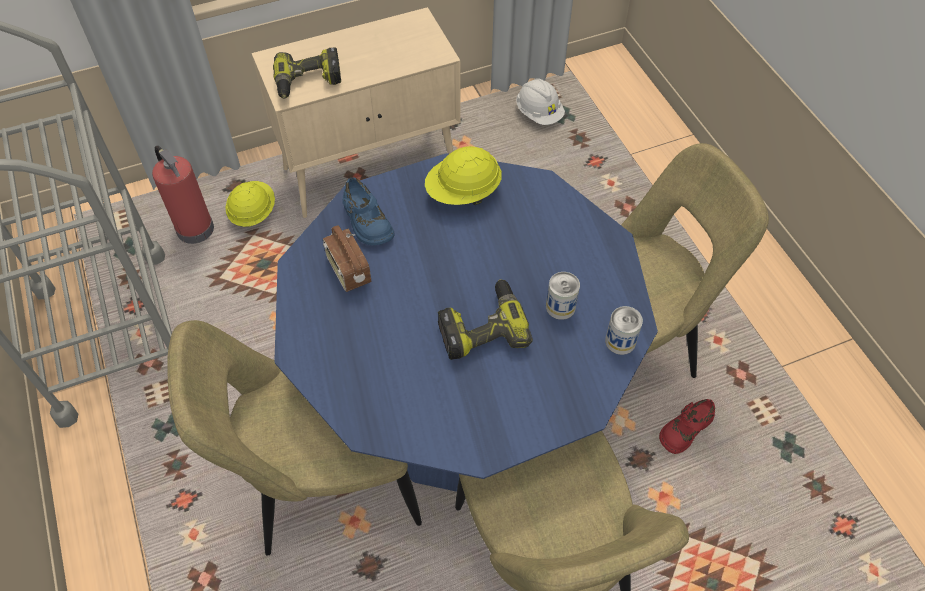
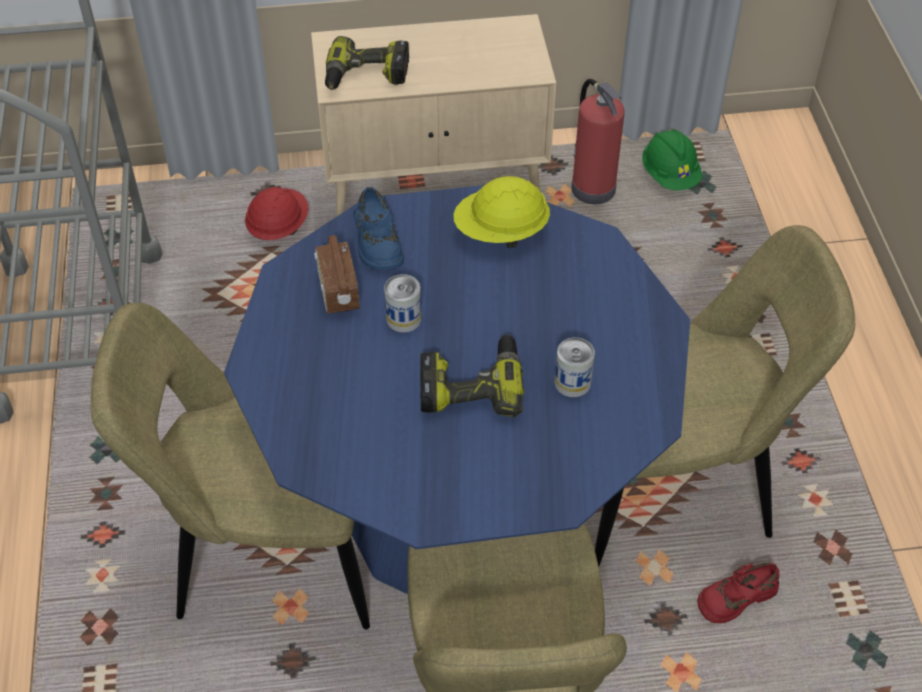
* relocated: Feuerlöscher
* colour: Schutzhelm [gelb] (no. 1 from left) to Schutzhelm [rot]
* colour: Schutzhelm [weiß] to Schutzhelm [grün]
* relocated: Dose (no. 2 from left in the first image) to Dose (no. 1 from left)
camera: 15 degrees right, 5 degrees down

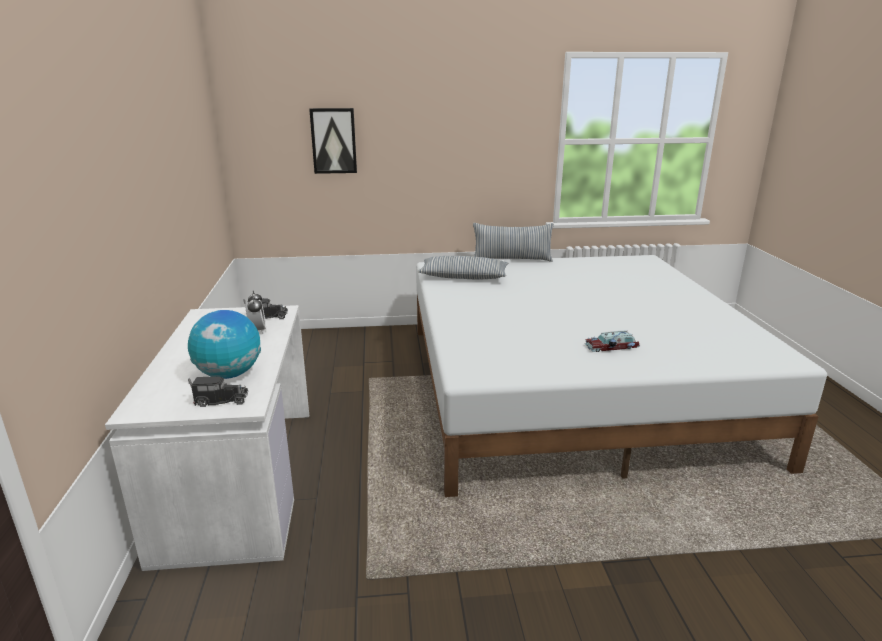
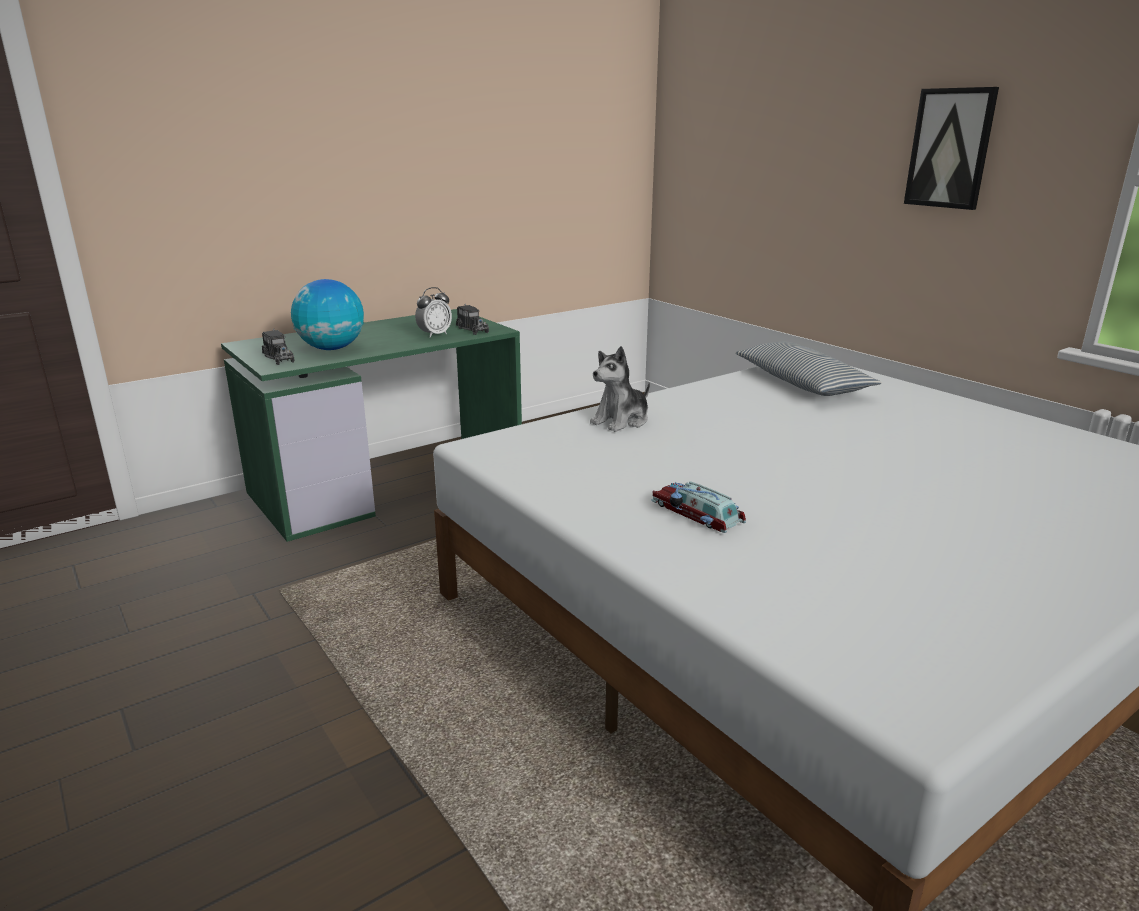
* colour: Schreibtisch [weiß] to Schreibtisch [grün]
* relocated: Bild
* missing: Kissen (no. 2 from left)
* appeared: Plüschtier
camera: 60 degrees right, 0 degrees up

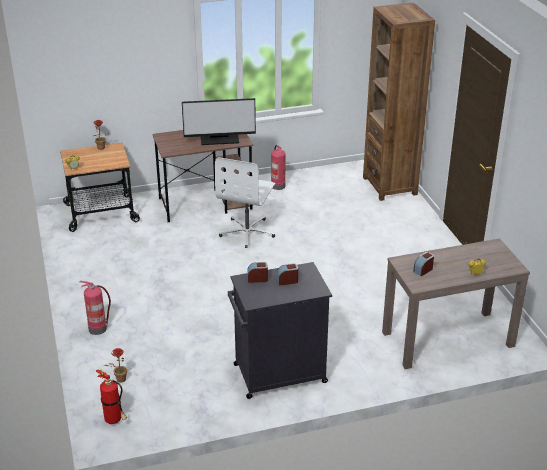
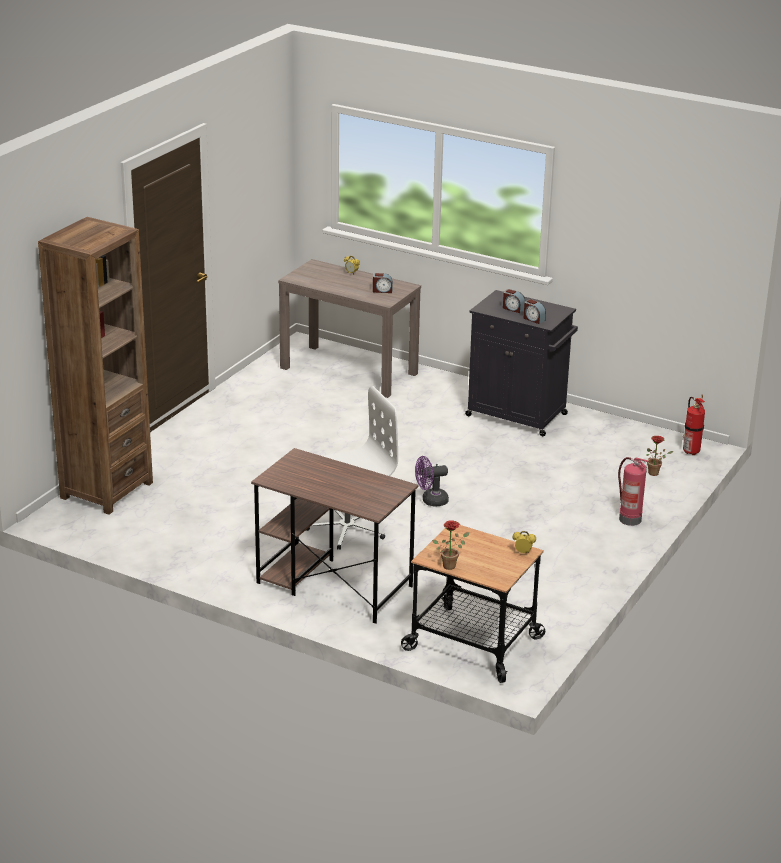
* missing: Monitor
* missing: Feuerlöscher (no. 3 from left)
* appeared: Ventilator [lila]
camera: 135 degrees left, 5 degrees down

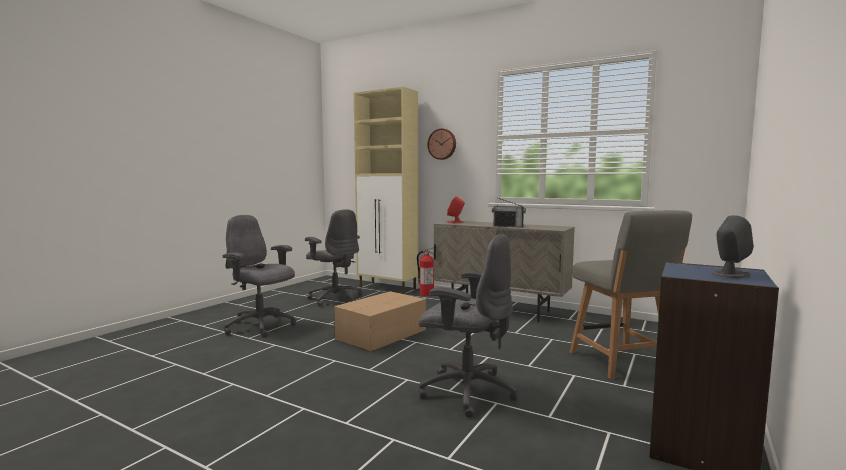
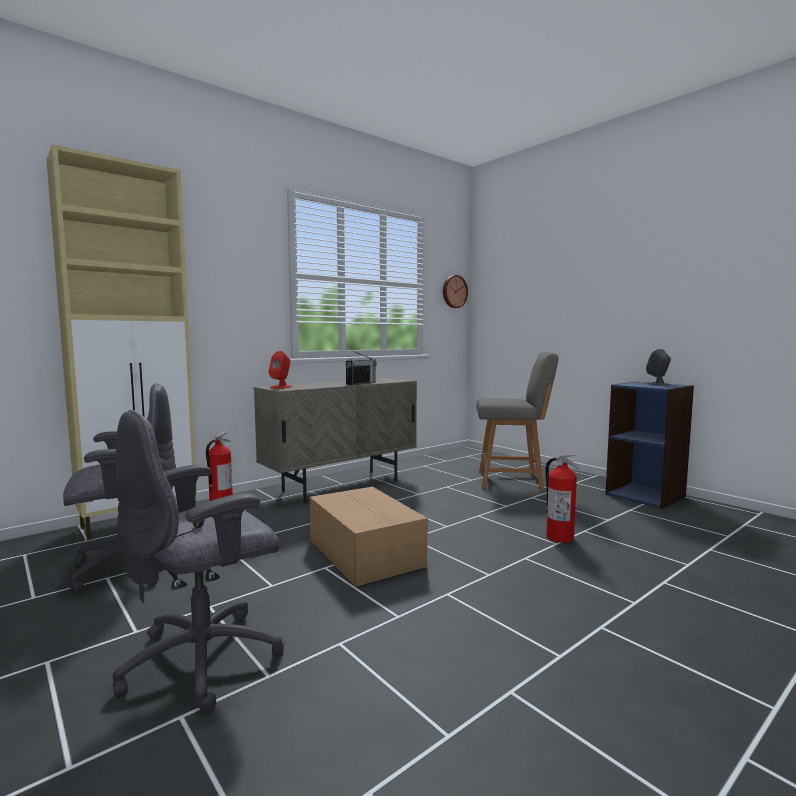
* exchanged: Bürostuhl [grau] (no. 3 from left) to Feuerlöscher (no. 2 from left)
* relocated: Wanduhr
camera: 70 degrees left, 0 degrees up

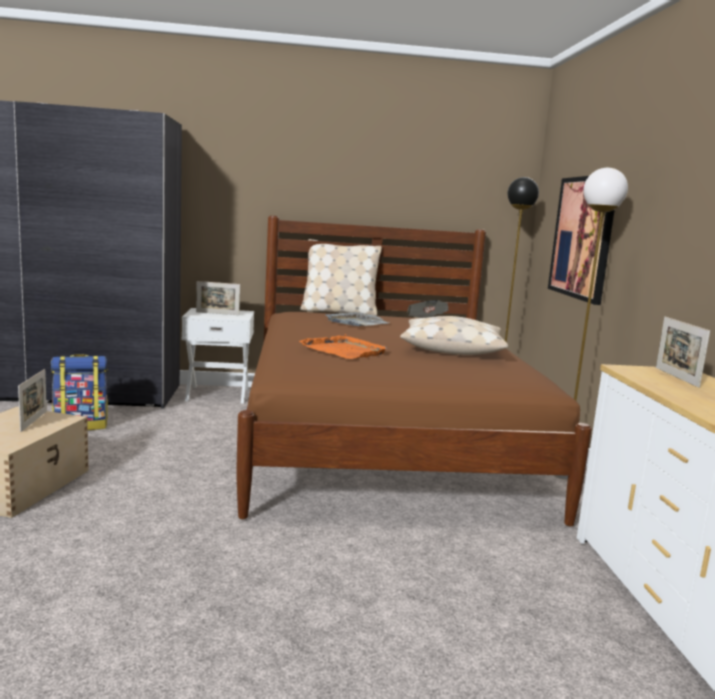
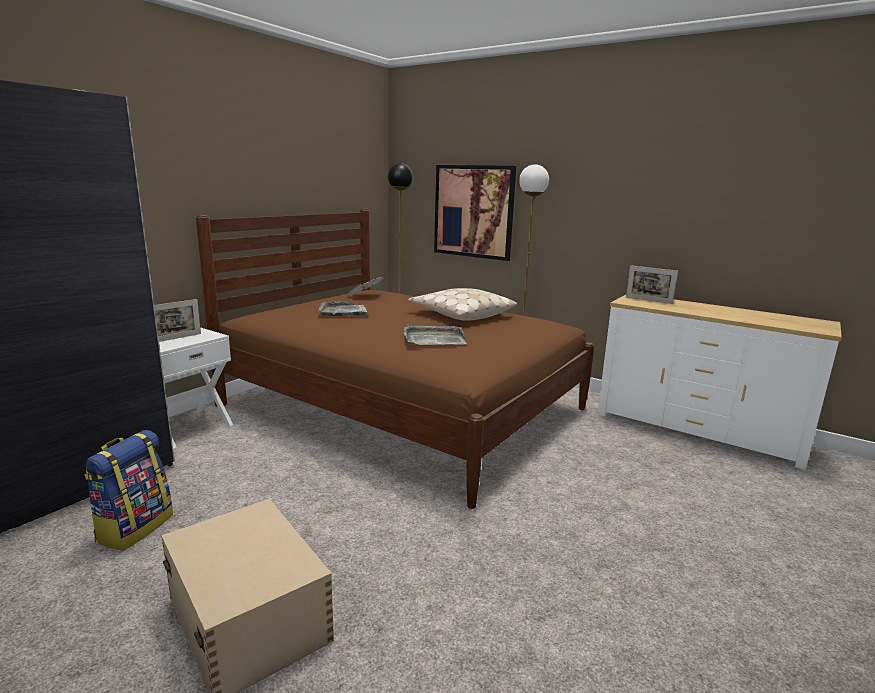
* missing: Bilderrahmen (no. 1 from left)
* colour: Tablett [orange] to Tablett [grau] (no. 2 from left)
* missing: Kissen [beige] (no. 1 from left)
camera: 50 degrees left, 5 degrees up

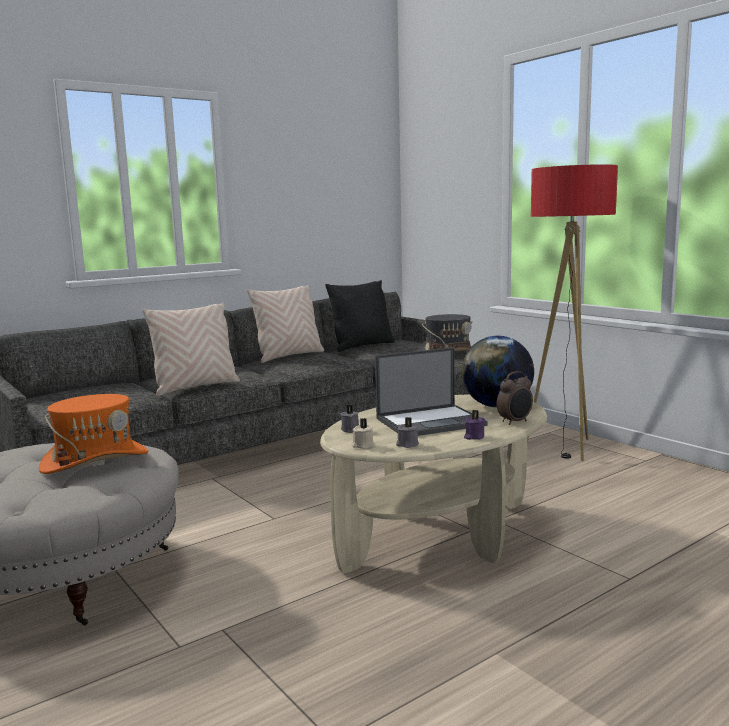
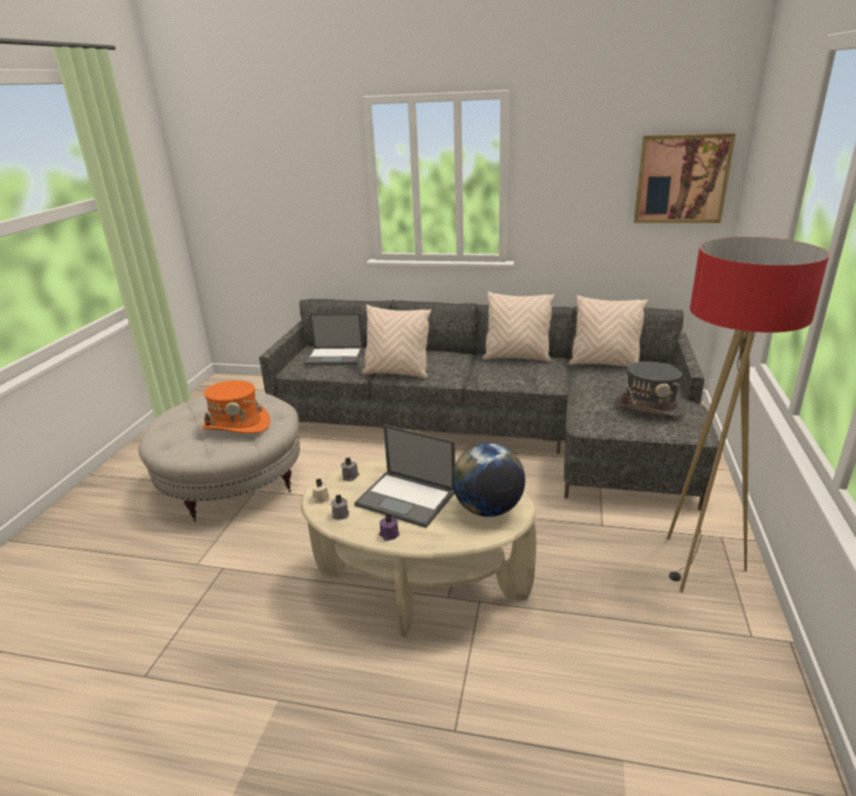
* colour: Kissen [schwarz] to Kissen [beige] (no. 3 from left)
* missing: Wecker
* appeared: Laptop (no. 1 from left)
* appeared: Bild
camera: 50 degrees right, 15 degrees up

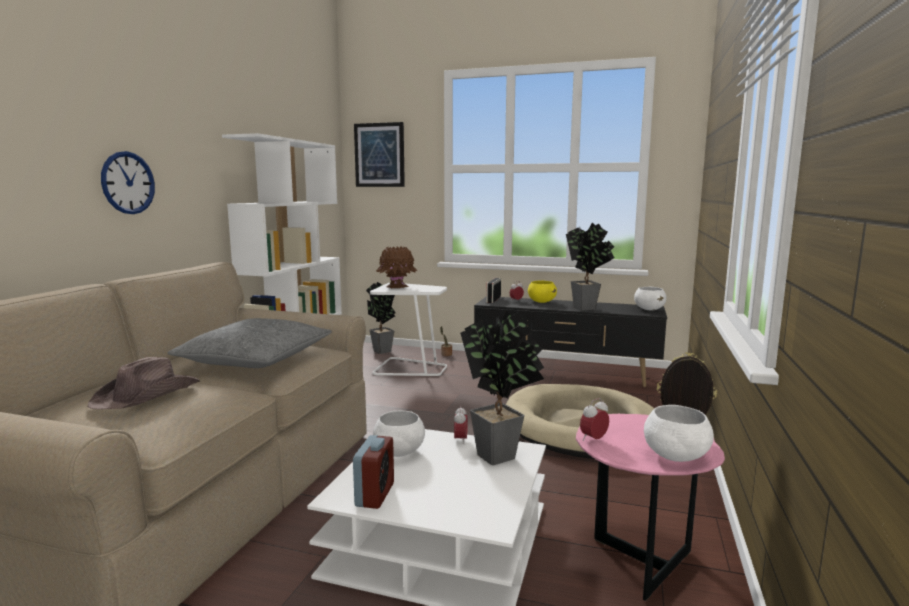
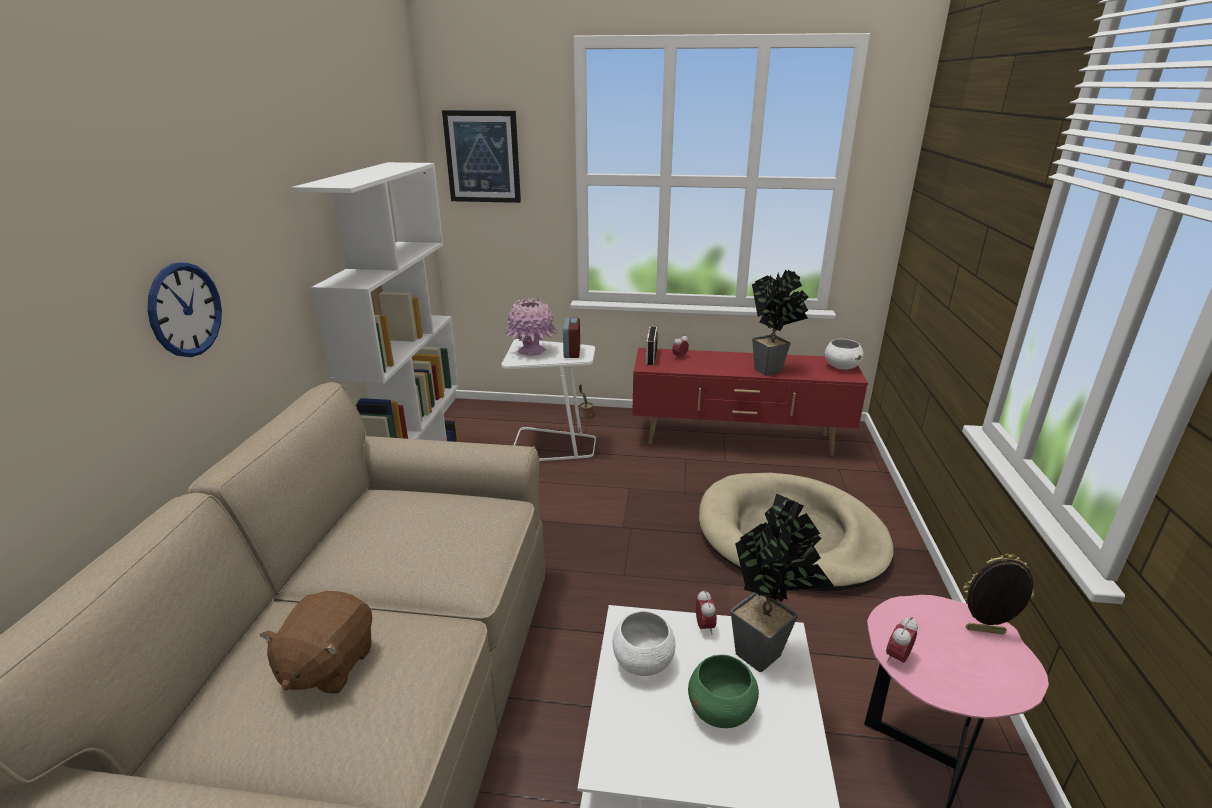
* exchanged: Hut [braun] to Plüschtier [braun]
* missing: Kissen [grau]
* relocated: Wecker (no. 1 from left)
* missing: Topfpflanze (no. 1 from left)
* colour: Vase [braun] to Vase [rosa]
* colour: Fernsehschrank [schwarz] to Fernsehschrank [rot]
* missing: Schüssel [gelb]
* missing: Schüssel [weiß] (no. 3 from left)
* appeared: Schüssel [grün]
camera: 10 degrees left, 15 degrees up

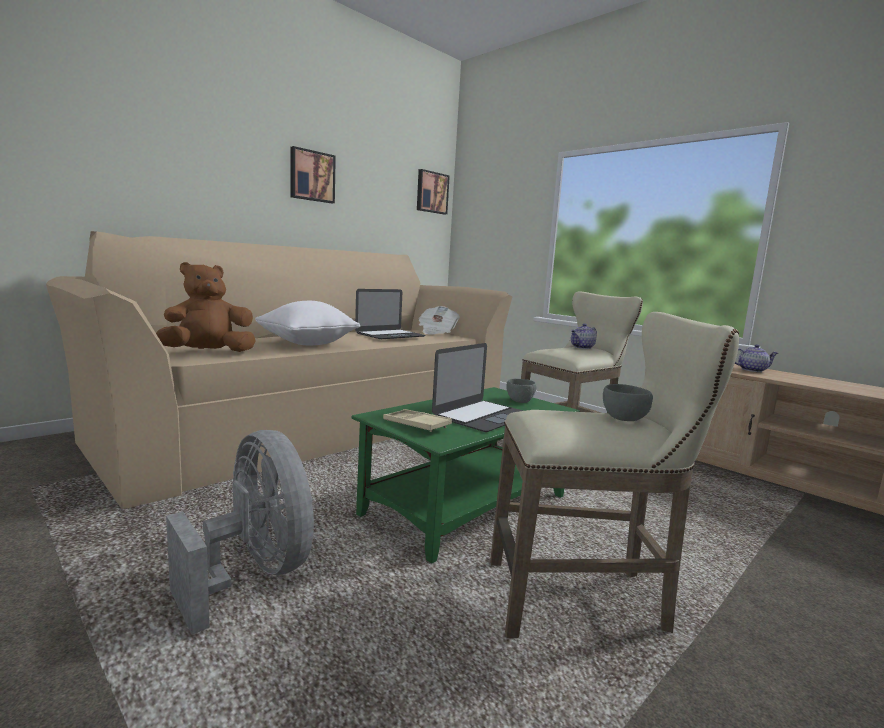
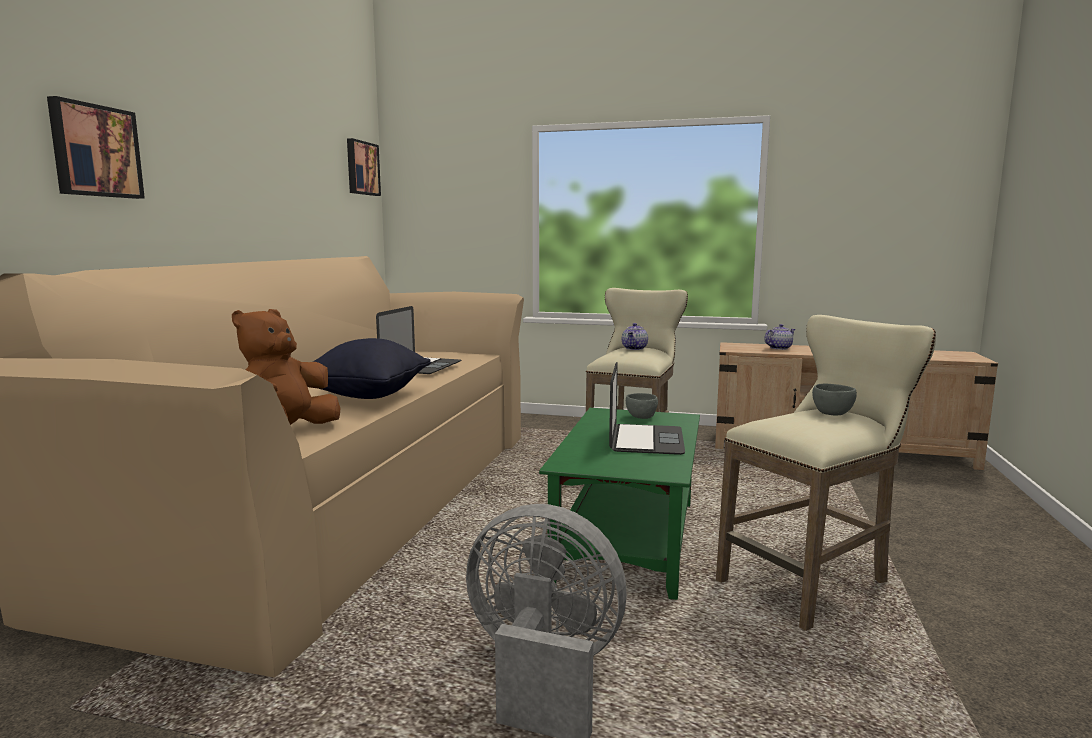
* colour: Kissen [weiß] to Kissen [schwarz]
* relocated: Bild (no. 1 from left)
* missing: Tablett [beige]
* missing: Zeitung
camera: 30 degrees left, 0 degrees up

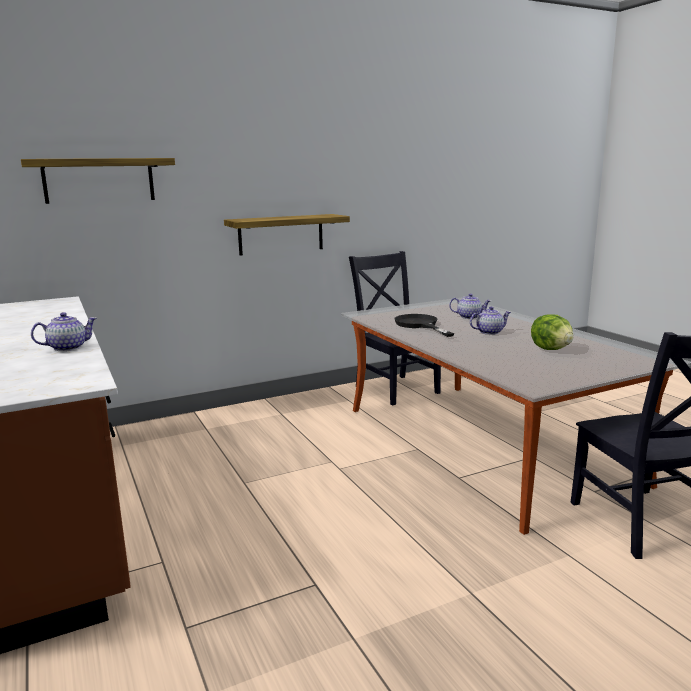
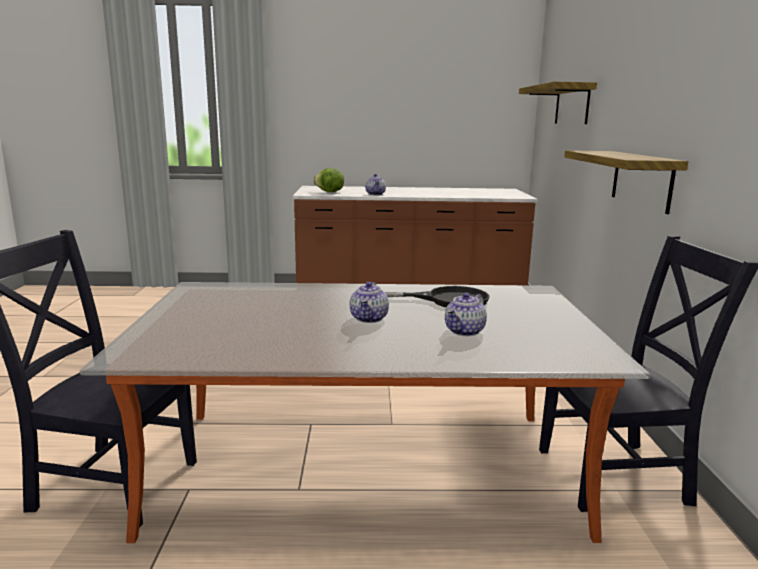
* relocated: Salatkopf
camera: 115 degrees right, 0 degrees up

